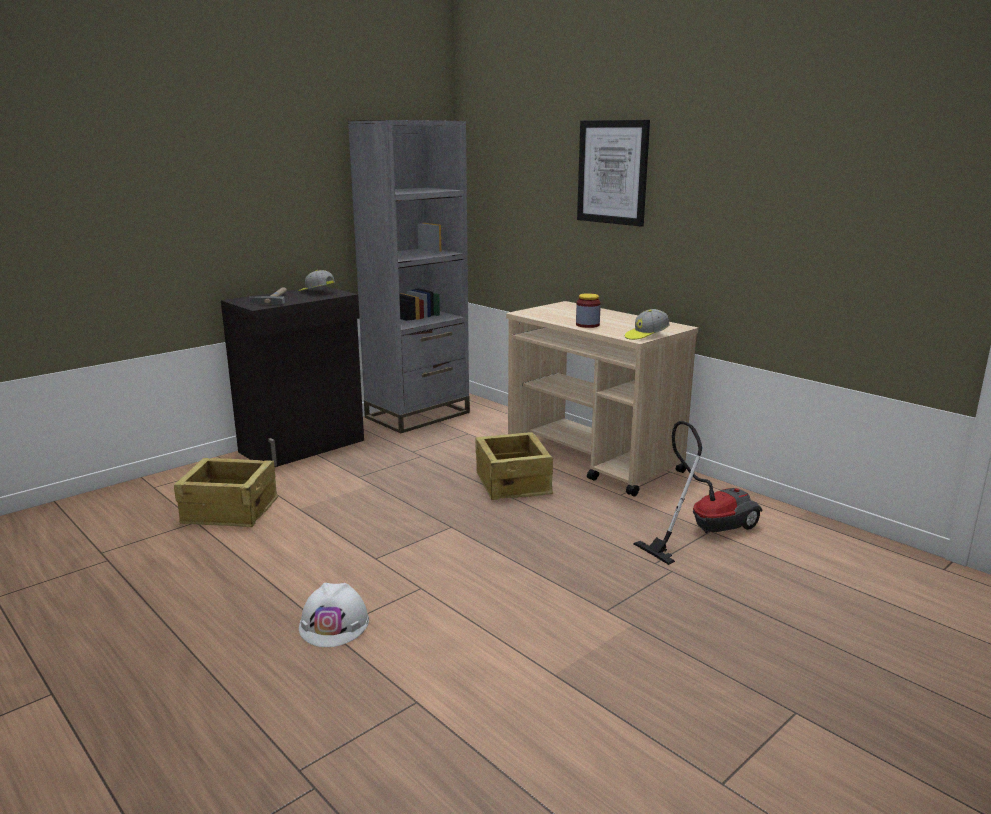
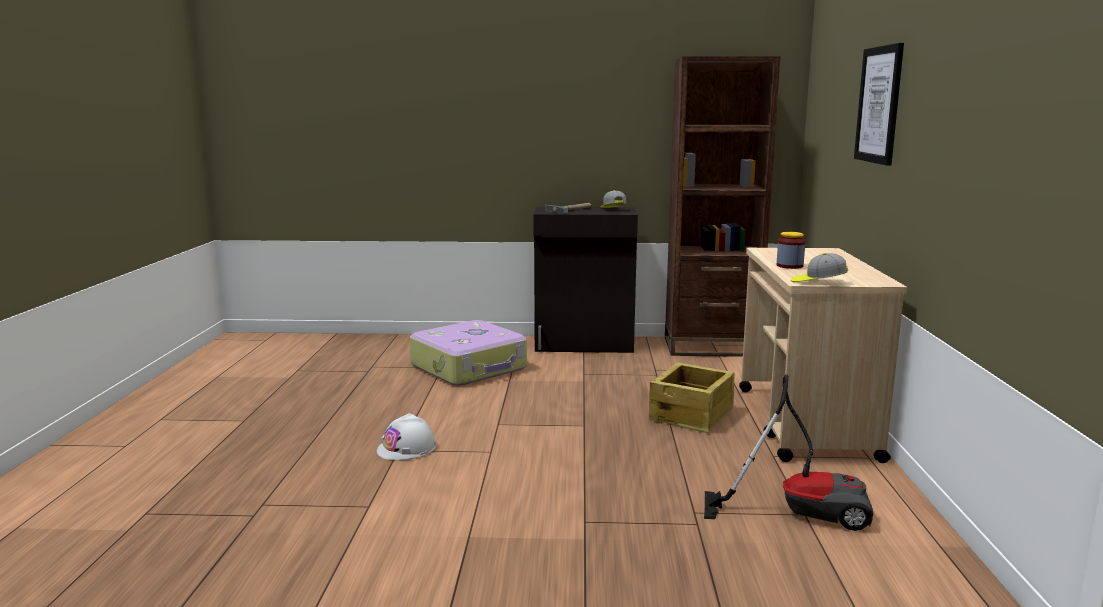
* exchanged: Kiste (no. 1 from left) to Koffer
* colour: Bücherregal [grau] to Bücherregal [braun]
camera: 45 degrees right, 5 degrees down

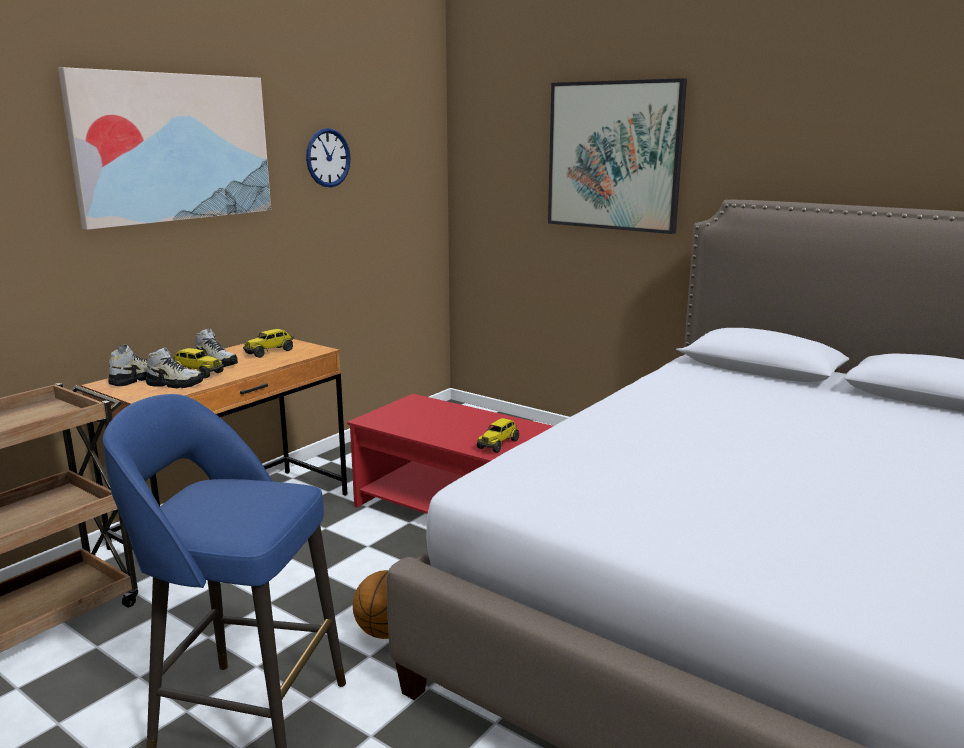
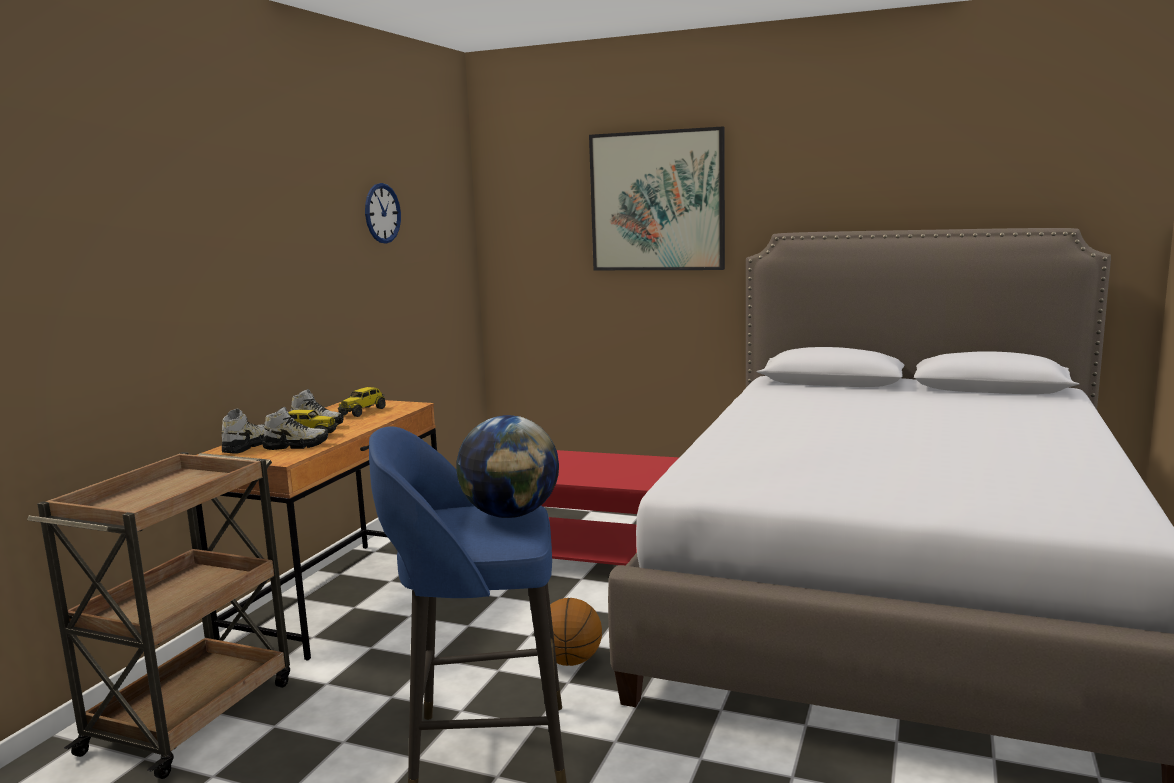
* missing: Bild (no. 1 from left)
* missing: Spielzeuglaster (no. 3 from left)
* appeared: Globus
camera: 15 degrees left, 5 degrees down

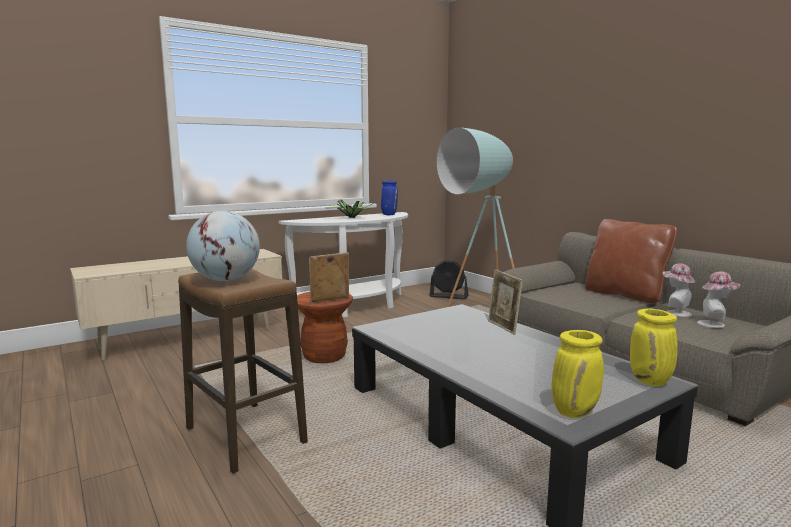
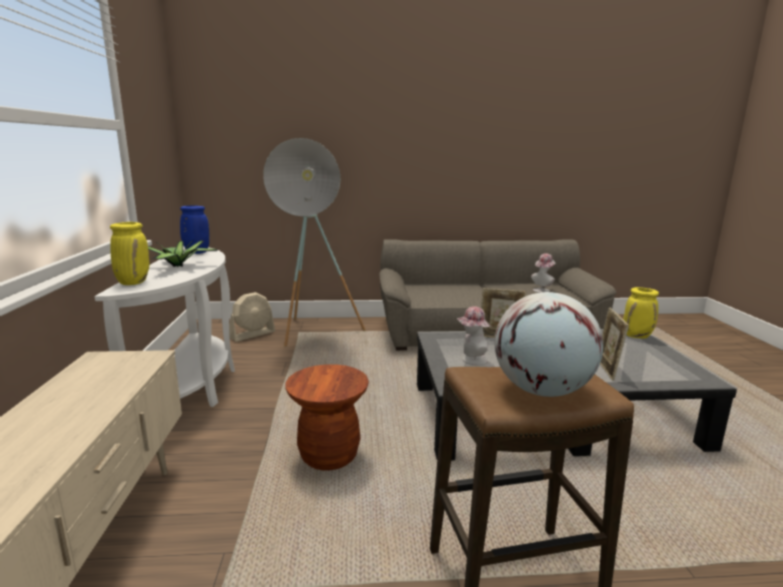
* relocated: Bilderrahmen (no. 1 from left in the first image) to Bilderrahmen (no. 2 from left)
* colour: Ventilator [schwarz] to Ventilator [beige]
* relocated: Vase [gelb] (no. 1 from left)
* missing: Kissen [braun]
* relocated: Hut (no. 1 from left)
camera: 60 degrees left, 5 degrees up

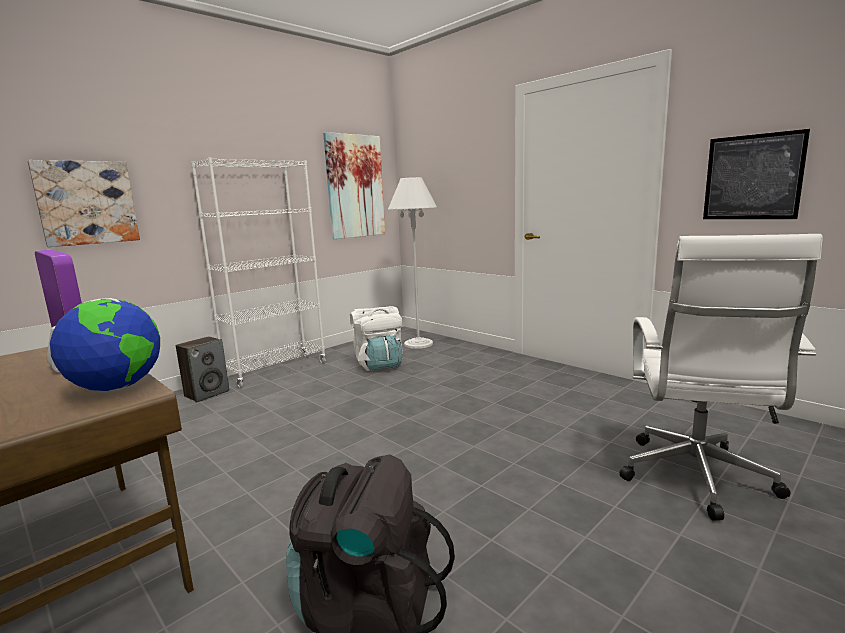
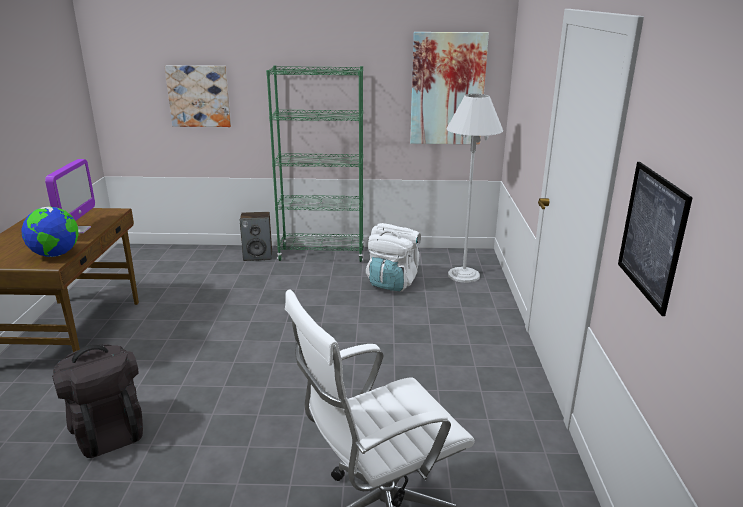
* colour: Bücherregal [weiß] to Bücherregal [grün]
camera: 45 degrees right, 10 degrees up

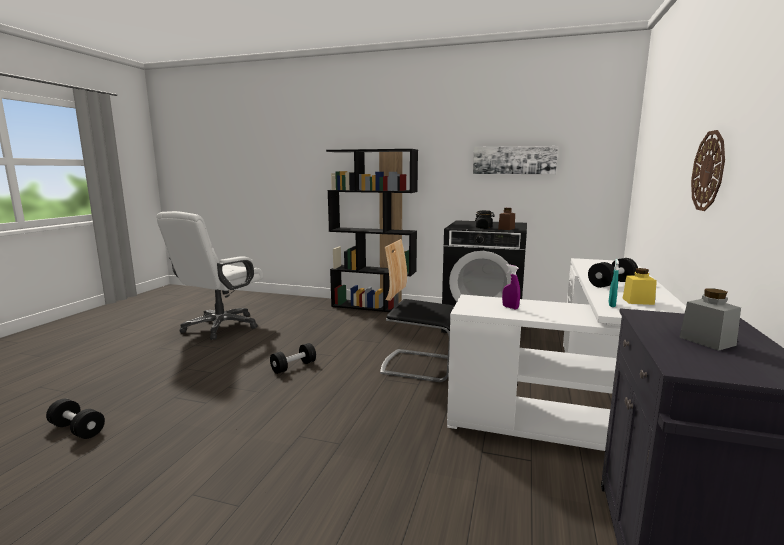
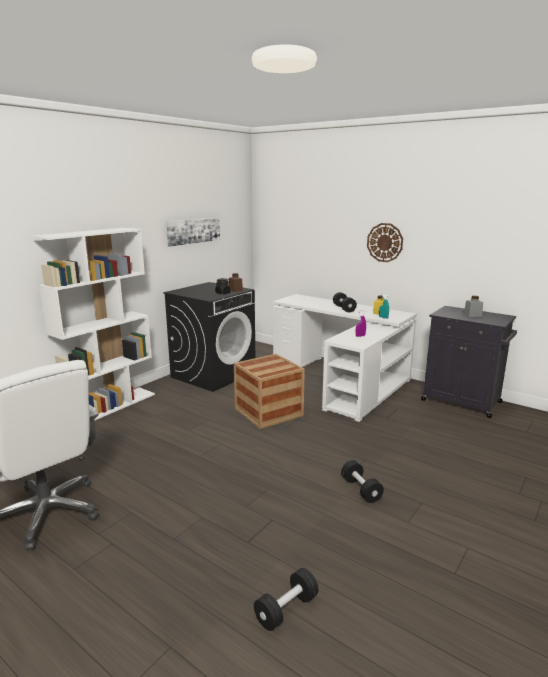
* relocated: Hantel [schwarz] (no. 2 from left in the first image) to Hantel [schwarz] (no. 3 from left)
* colour: Bücherregal [schwarz] to Bücherregal [weiß]
* exchanged: Stuhl to Kiste
camera: 70 degrees left, 5 degrees up

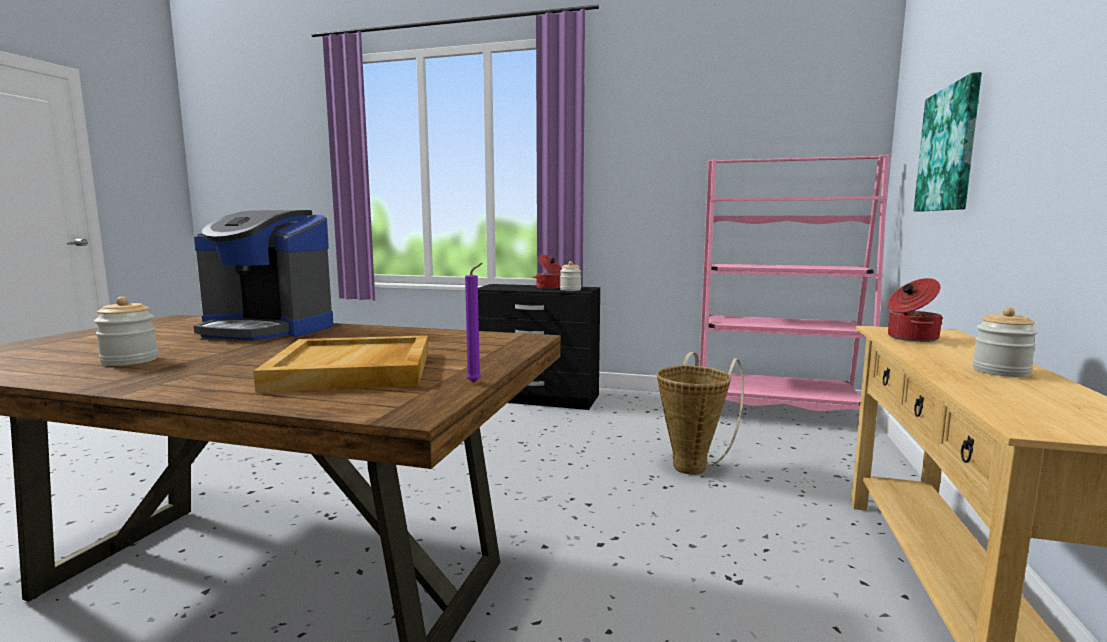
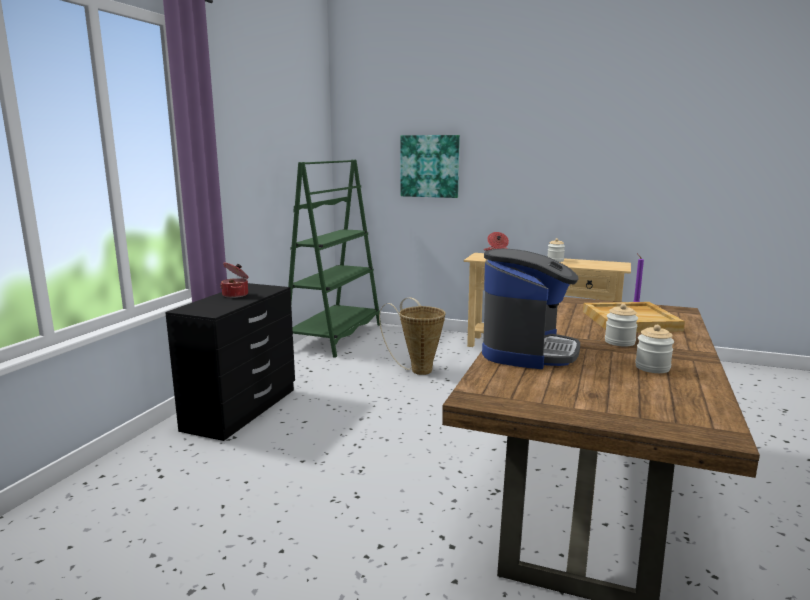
* relocated: Vorratsglas (no. 2 from left)
* colour: Bücherregal [rosa] to Bücherregal [grün]
camera: 85 degrees left, 5 degrees up

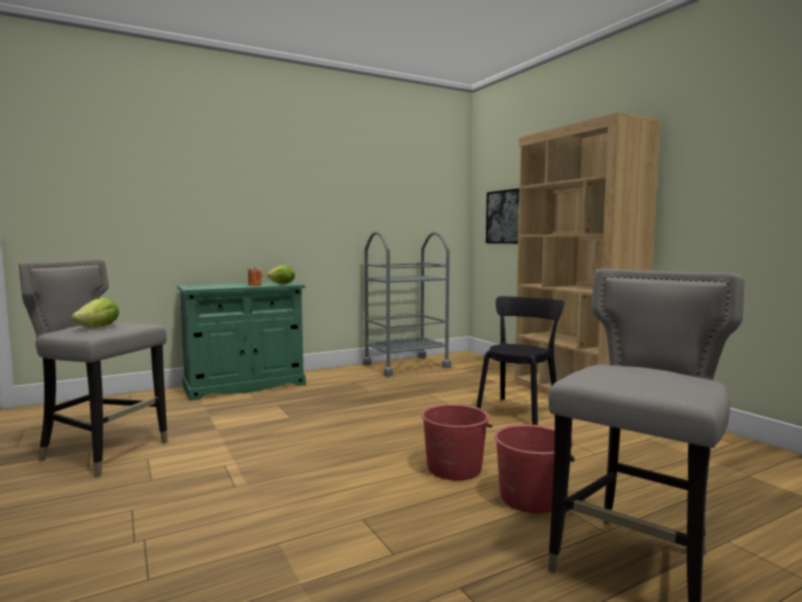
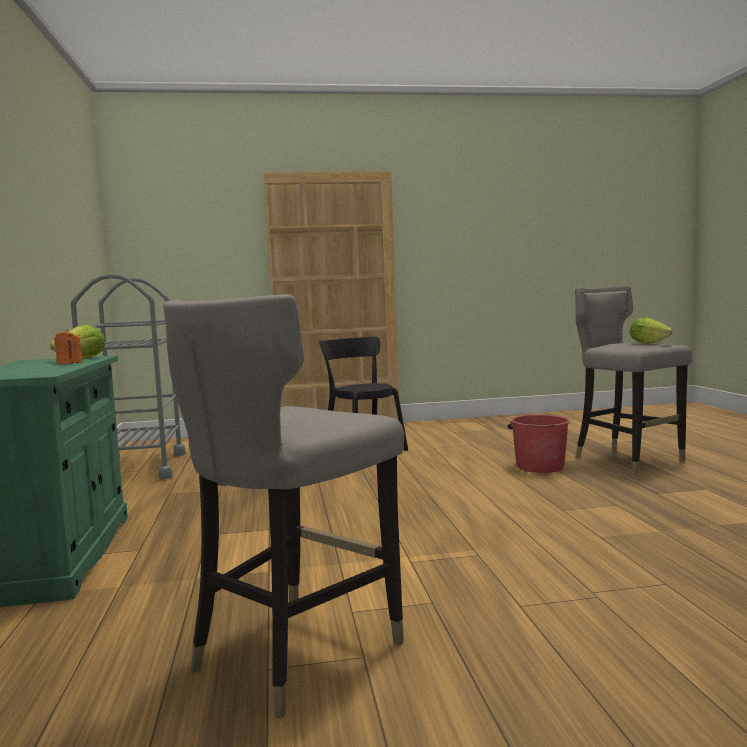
* relocated: Salatkopf (no. 1 from left in the first image) to Salatkopf (no. 2 from left)
* missing: Eimer [rot] (no. 1 from left)
* missing: Bild
camera: 70 degrees left, 0 degrees up

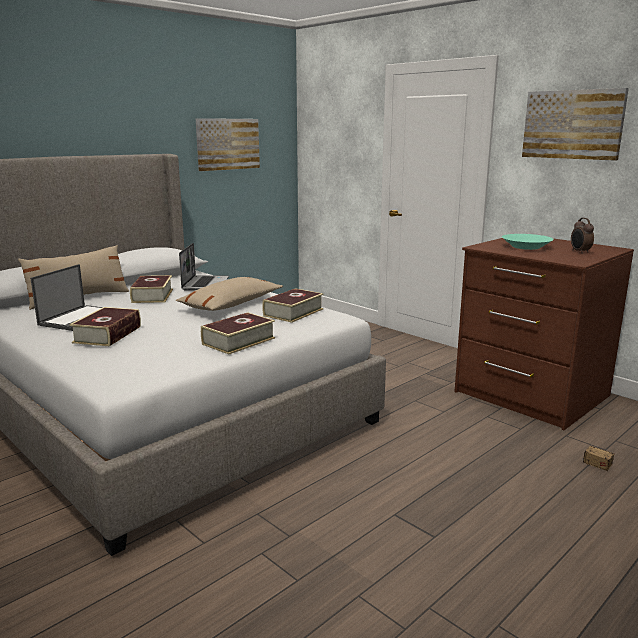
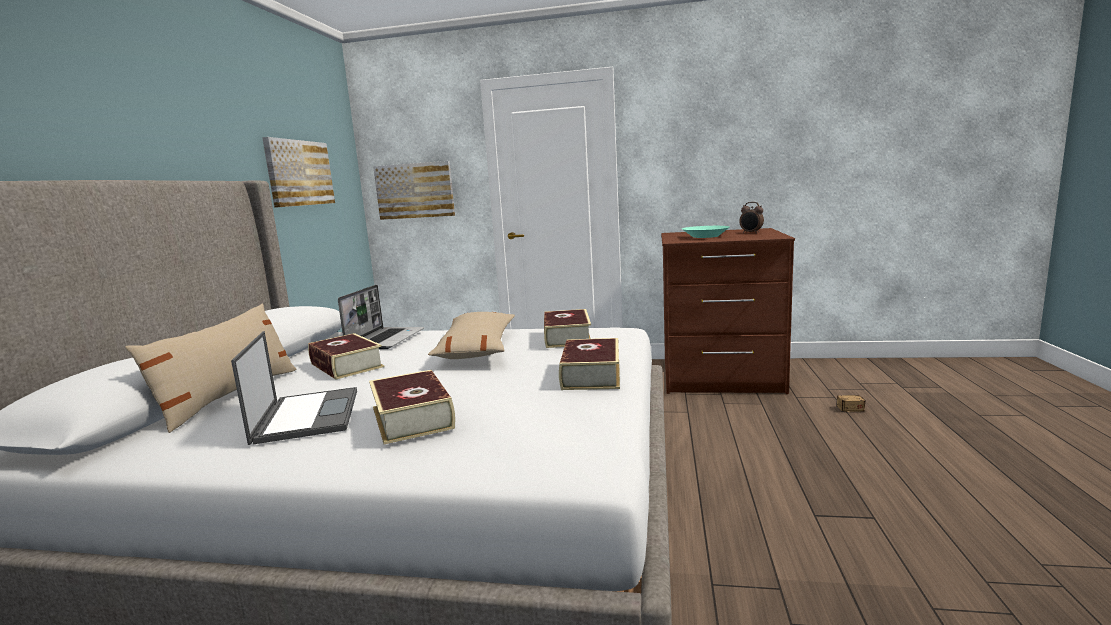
* spun: Laptop (no. 2 from left) 45 degrees clockwise
* relocated: Bild (no. 2 from left)
camera: 35 degrees left, 5 degrees down

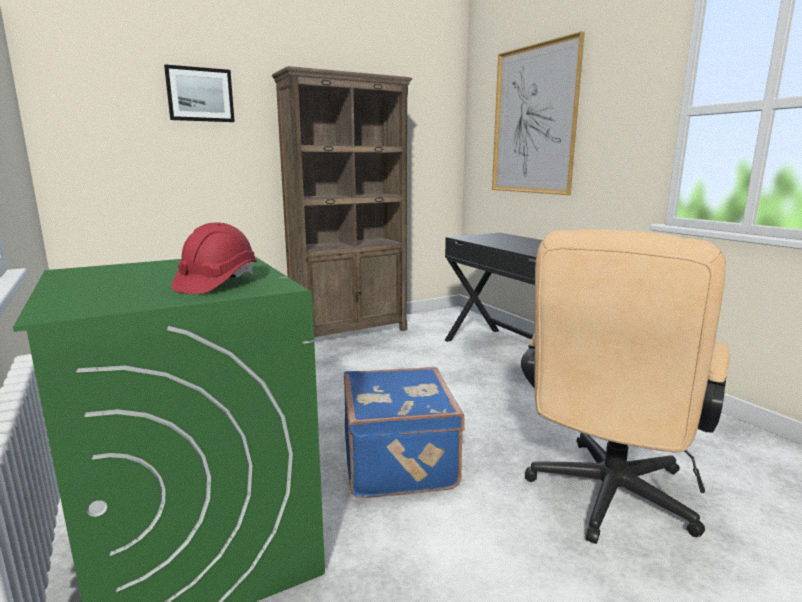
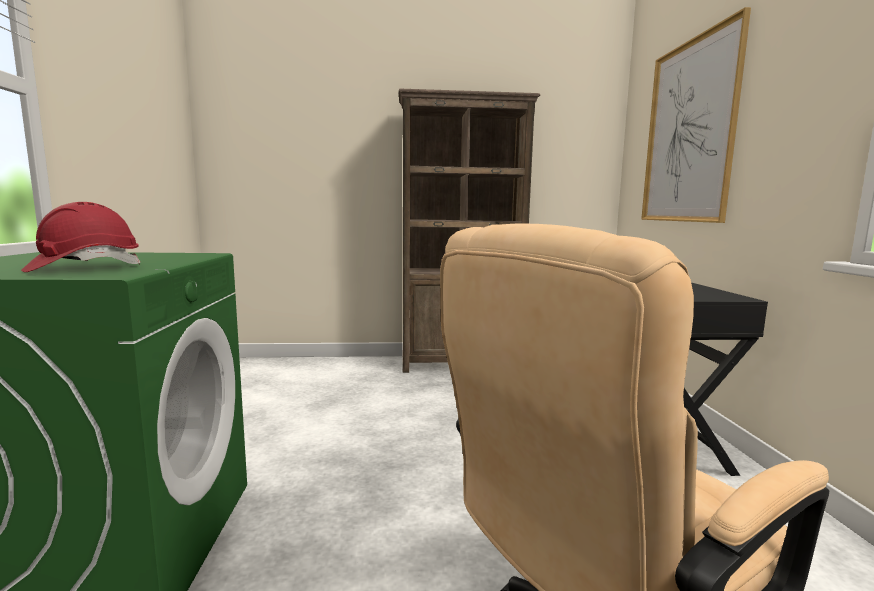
* missing: Bild (no. 1 from left)
* missing: Koffer [blau]
camera: 25 degrees right, 5 degrees down

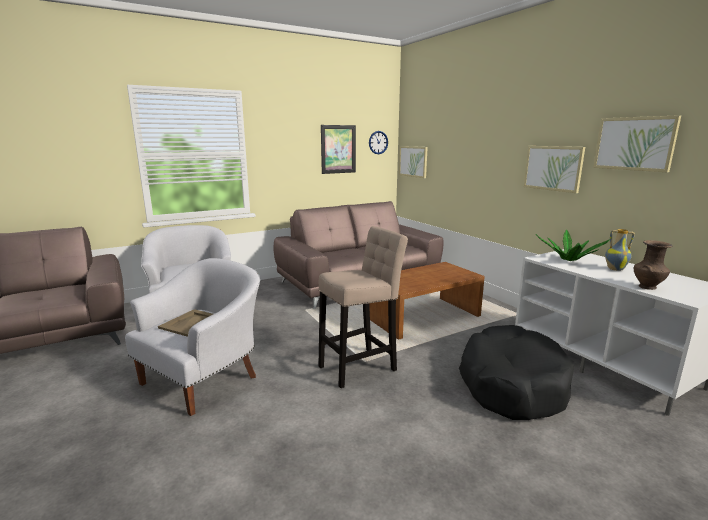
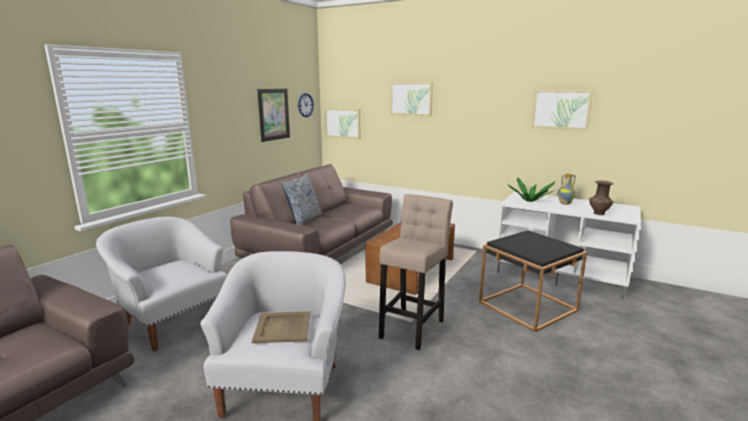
* exchanged: Hundebett [schwarz] to Beistelltisch [schwarz]
* relocated: Bild (no. 3 from left)
* appeared: Kissen
camera: 30 degrees left, 0 degrees up

